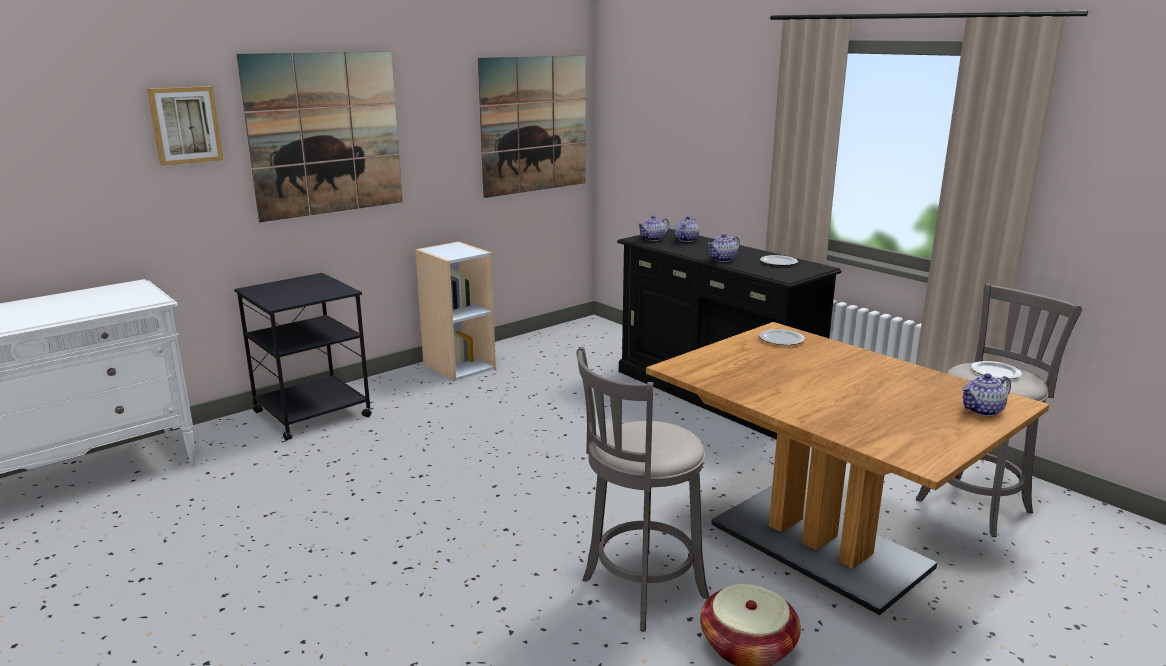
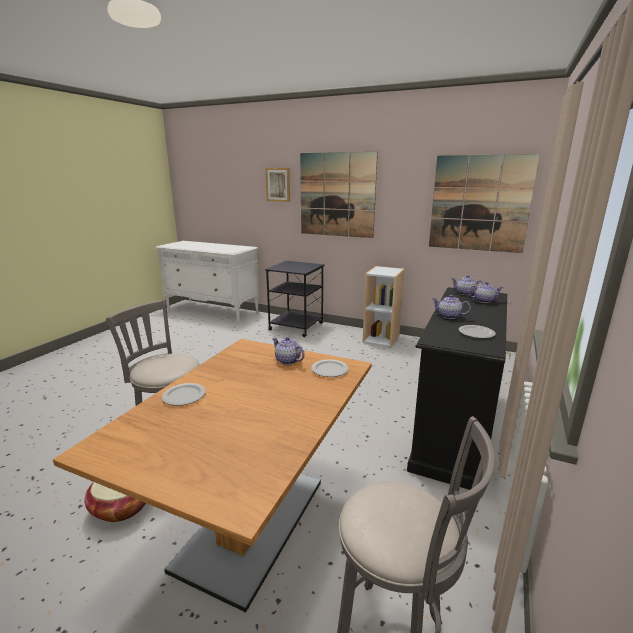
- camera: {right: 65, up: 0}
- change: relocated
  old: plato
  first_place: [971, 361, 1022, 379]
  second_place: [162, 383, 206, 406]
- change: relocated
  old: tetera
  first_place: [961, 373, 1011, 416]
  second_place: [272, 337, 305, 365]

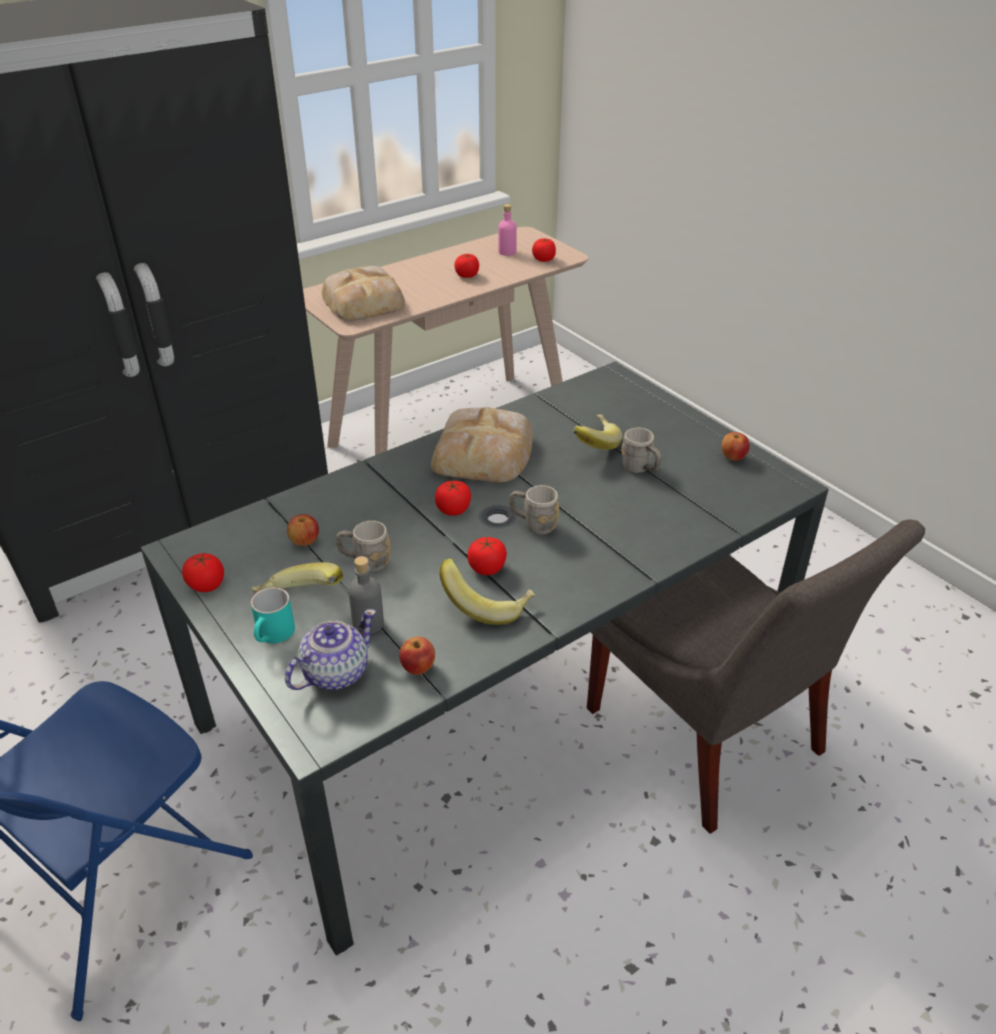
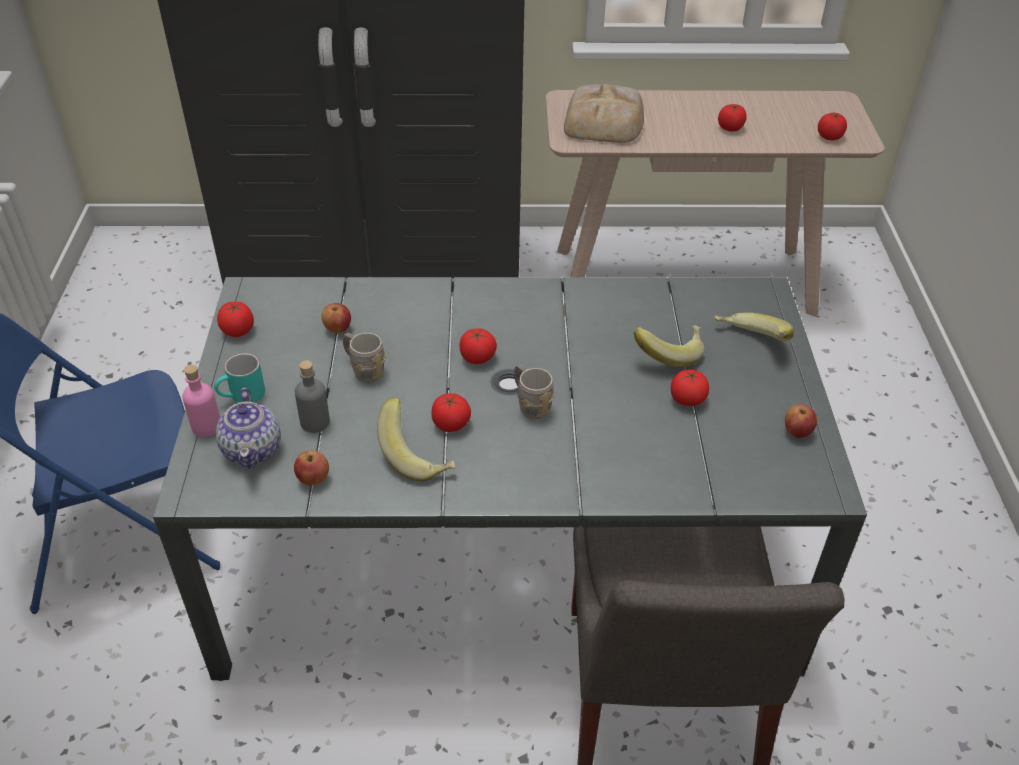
- camera: {right: 35, up: 5}
- change: relocated
  old: botella [rosa]
  first_place: [498, 204, 517, 256]
  second_place: [182, 365, 220, 437]
- change: missing
  old: pan
  first_place: [431, 407, 533, 482]
- change: exchanged
  old: taza grande [gris]
  new: tomate
  first_place: [622, 428, 661, 473]
  second_place: [671, 369, 709, 406]
- change: relocated
  old: plátano
  first_place: [252, 562, 343, 592]
  second_place: [714, 312, 794, 341]
- change: spun
  old: tetera
  first_place: [285, 609, 376, 690]
  second_place: [216, 387, 281, 469]
  degrees: 90

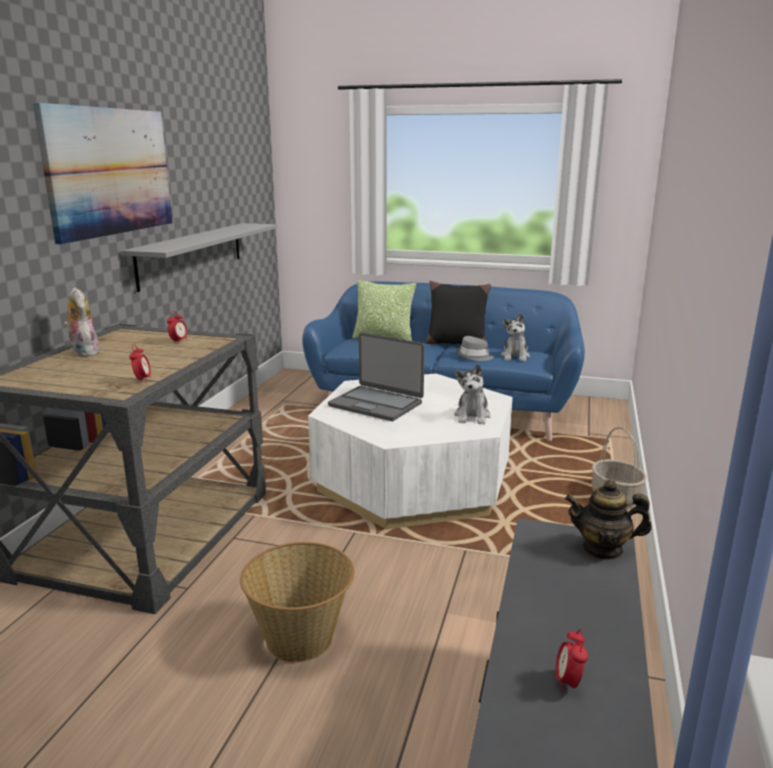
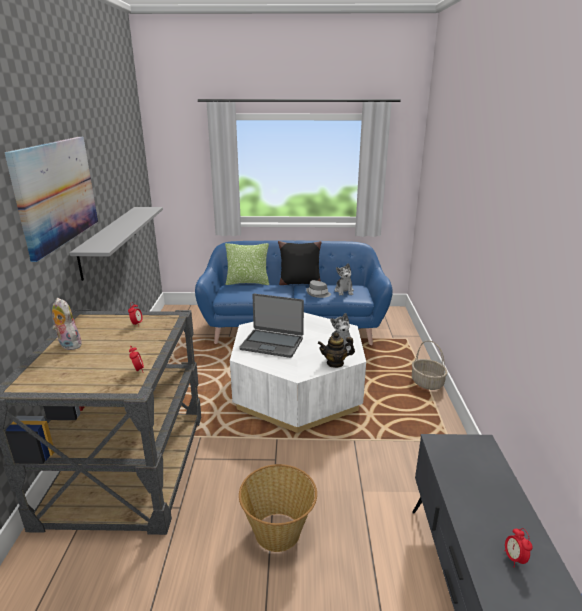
- camera: {right: -15, up: 5}
- change: relocated
  old: tetera
  first_place: [565, 480, 652, 560]
  second_place: [318, 333, 355, 368]

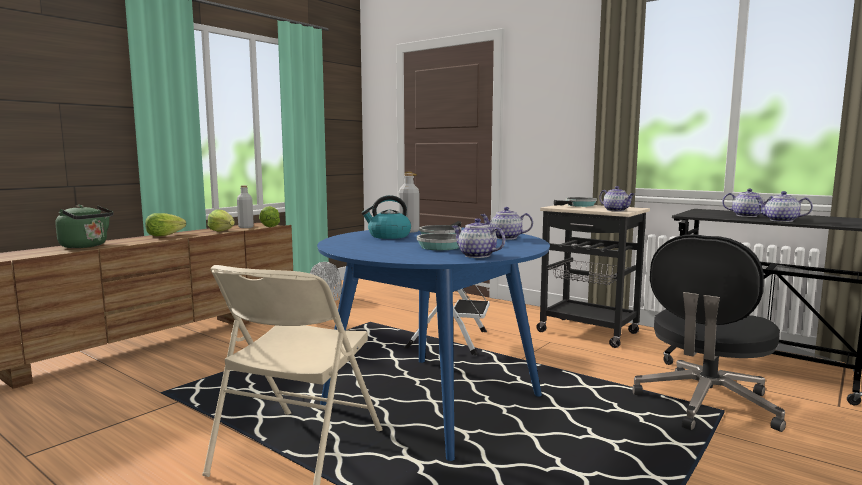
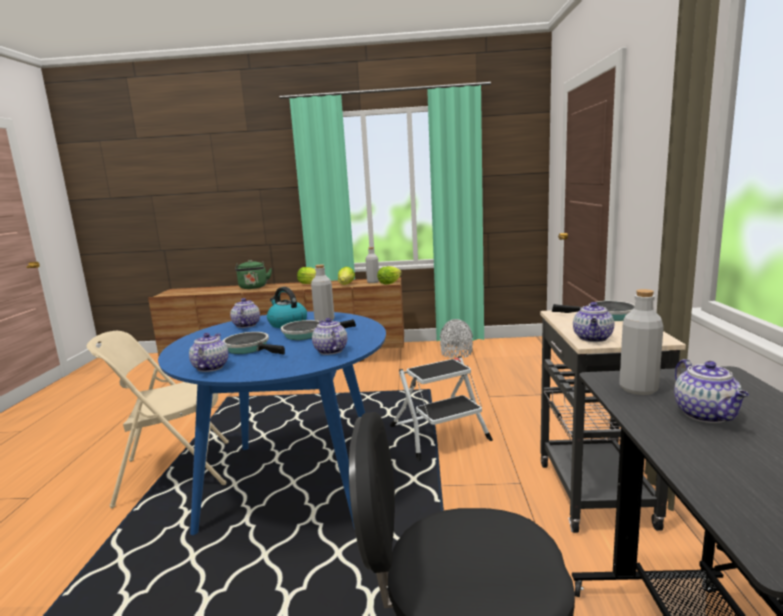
- camera: {right: 55, up: 5}
- change: relocated
  old: tetera
  first_place: [755, 191, 813, 222]
  second_place: [230, 298, 260, 328]
- change: appeared
  new: botella [gris]
  second_place: [619, 289, 664, 395]

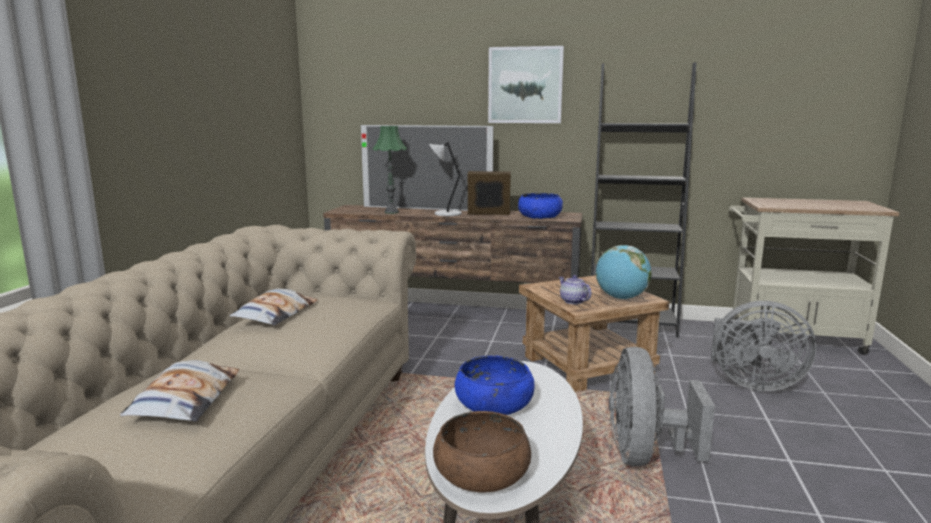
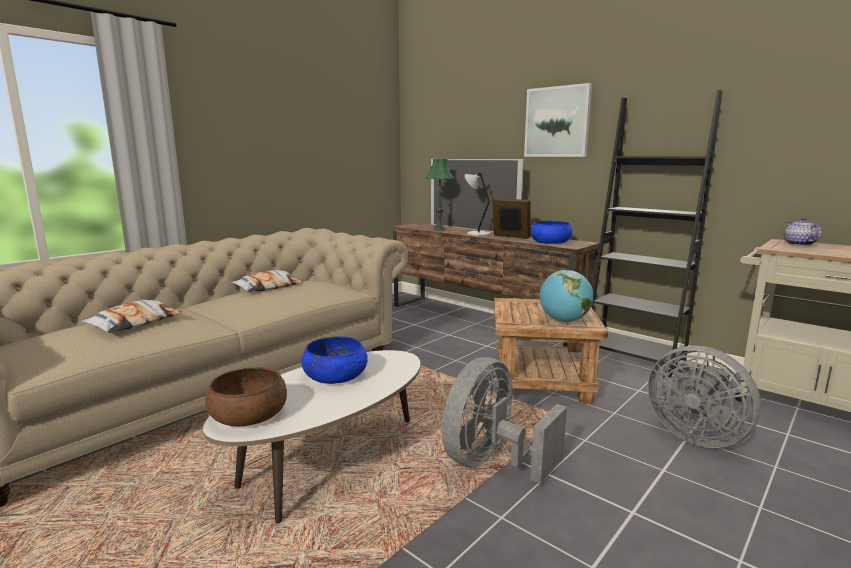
- camera: {right: 30, up: 0}
- change: relocated
  old: tetera
  first_place: [559, 275, 591, 304]
  second_place: [785, 218, 821, 246]

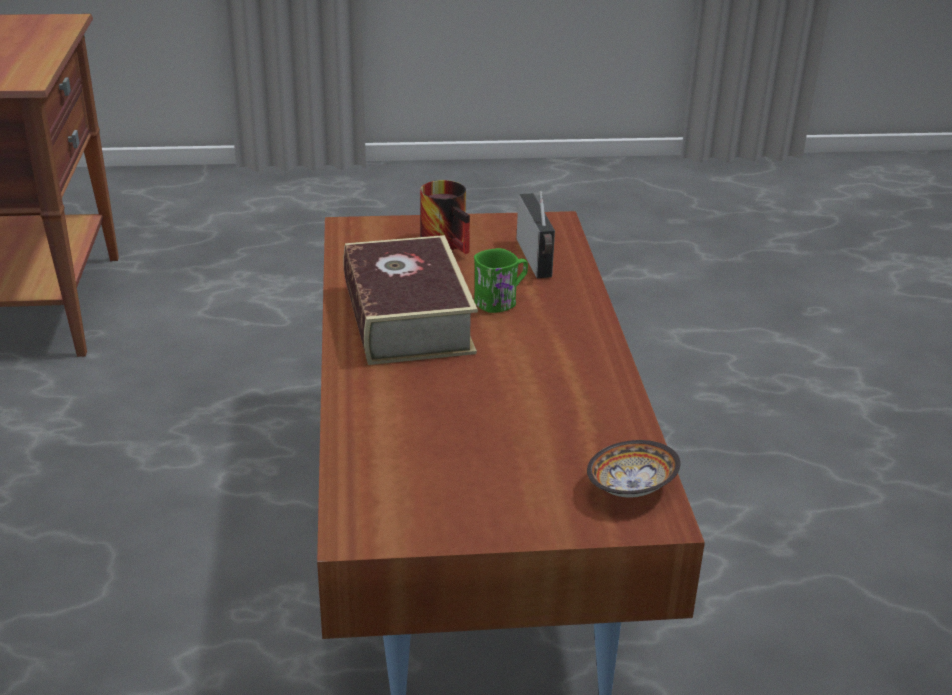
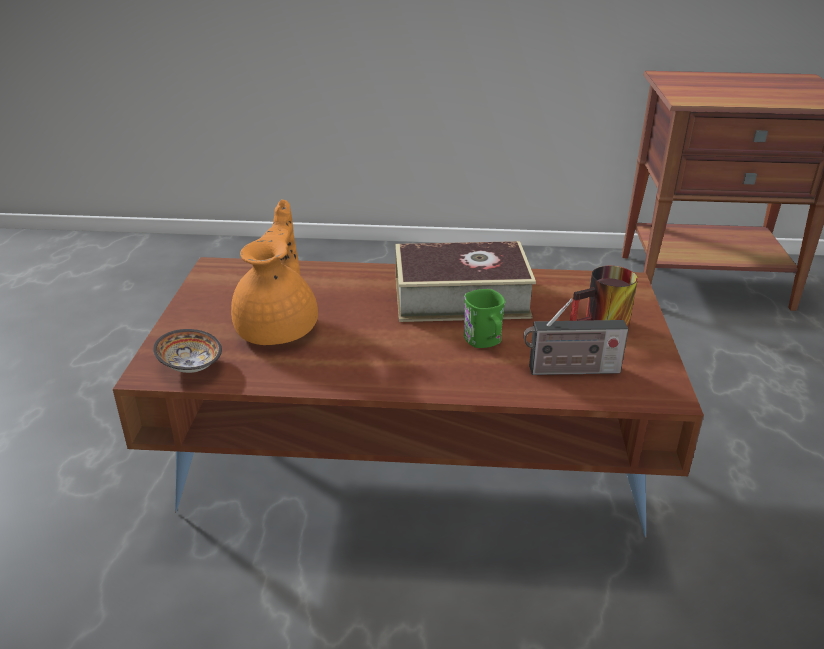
- camera: {right: 100, up: 0}
- change: appeared
  new: tetera [naranja]
  second_place: [231, 200, 318, 345]

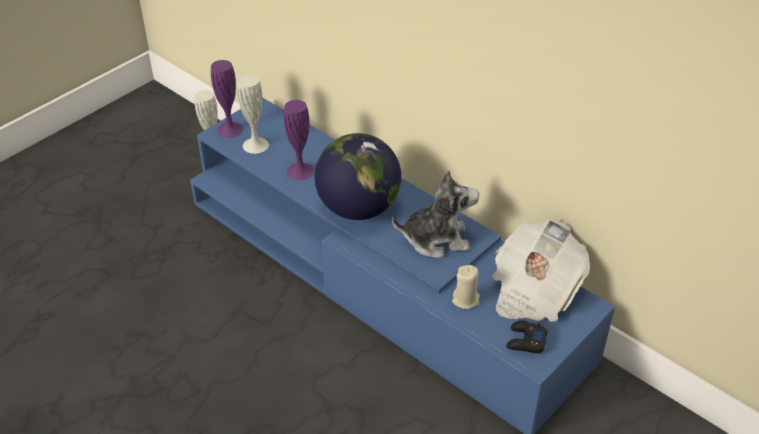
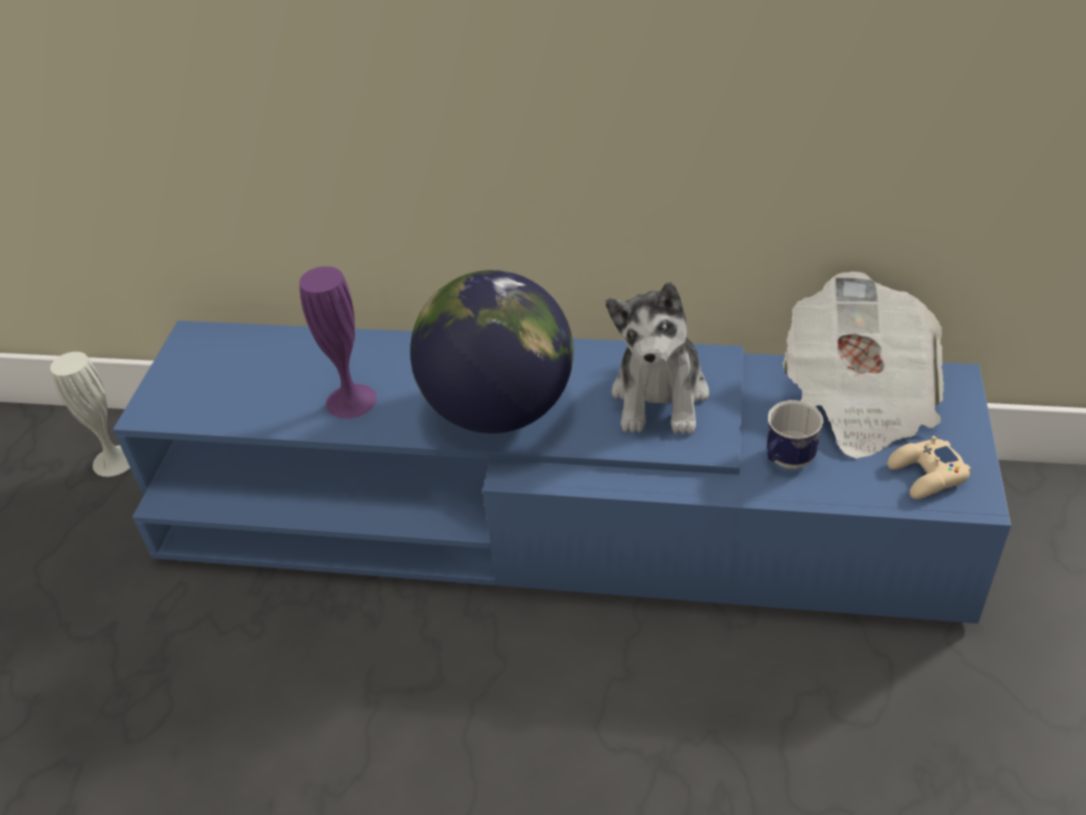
- camera: {right: -30, up: 0}
- change: missing
  old: florero [morado]
  first_place: [211, 60, 243, 138]
- change: missing
  old: florero [blanco]
  first_place: [237, 75, 269, 154]
- change: spun
  old: peluche
  first_place: [392, 170, 479, 258]
  second_place: [606, 282, 709, 434]
  degrees: 135
- change: exchanged
  old: vela [beis]
  new: taza grande
  first_place: [452, 265, 480, 309]
  second_place: [767, 400, 823, 469]
- change: colour
  old: mando de consola [negro]
  new: mando de consola [beis]
  first_place: [506, 321, 548, 353]
  second_place: [887, 436, 971, 499]

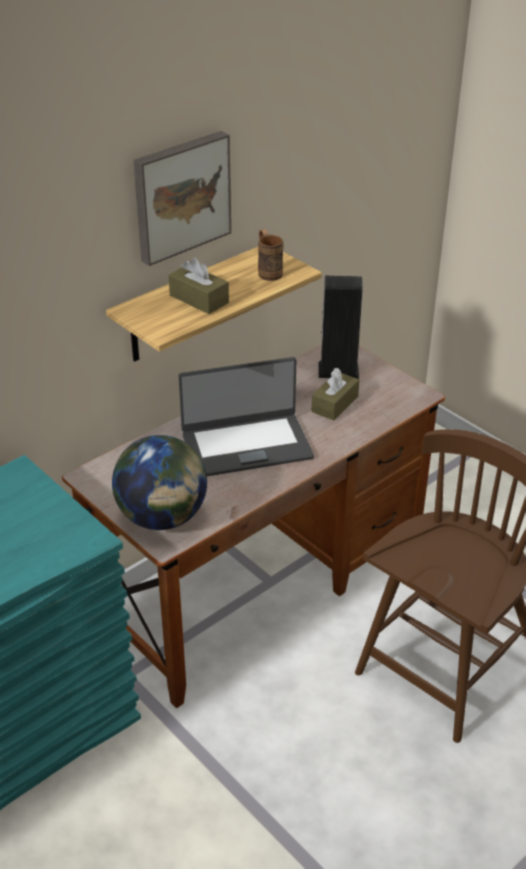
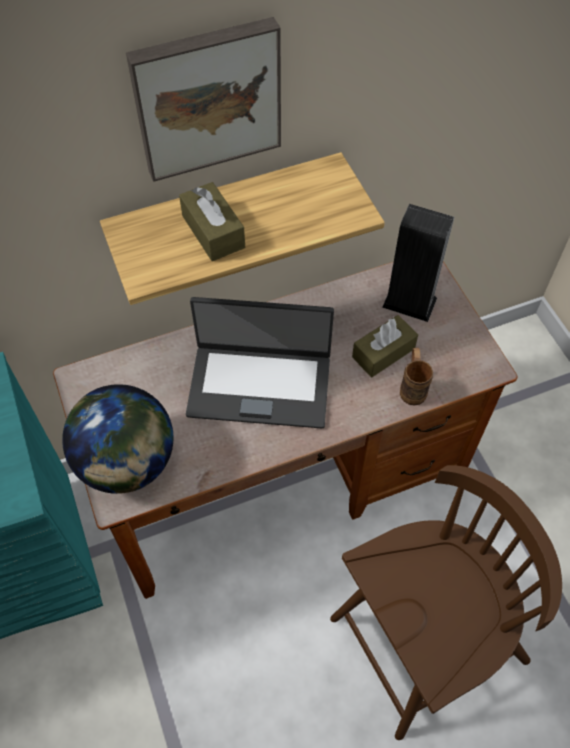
- camera: {right: 20, up: 20}
- change: relocated
  old: taza grande [marrón]
  first_place: [258, 229, 283, 281]
  second_place: [400, 348, 433, 406]

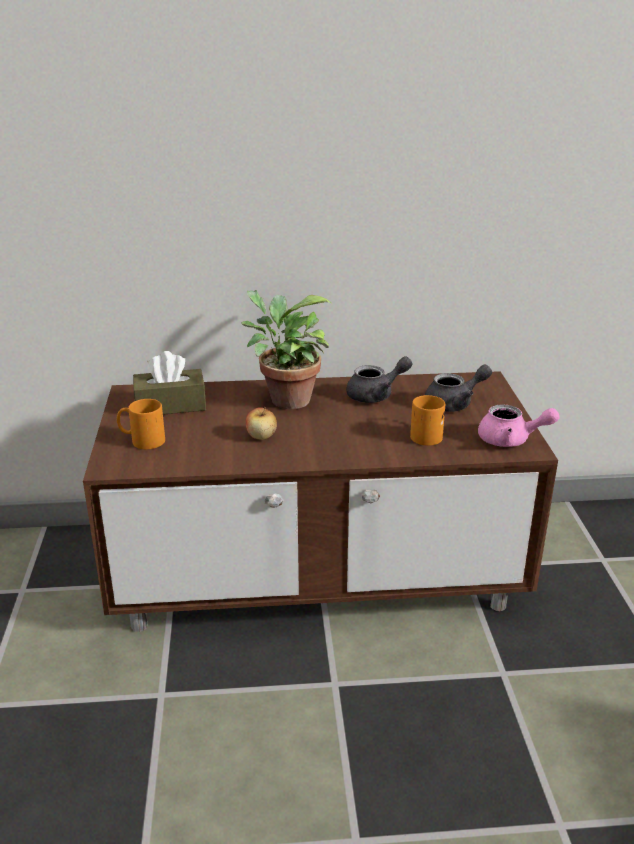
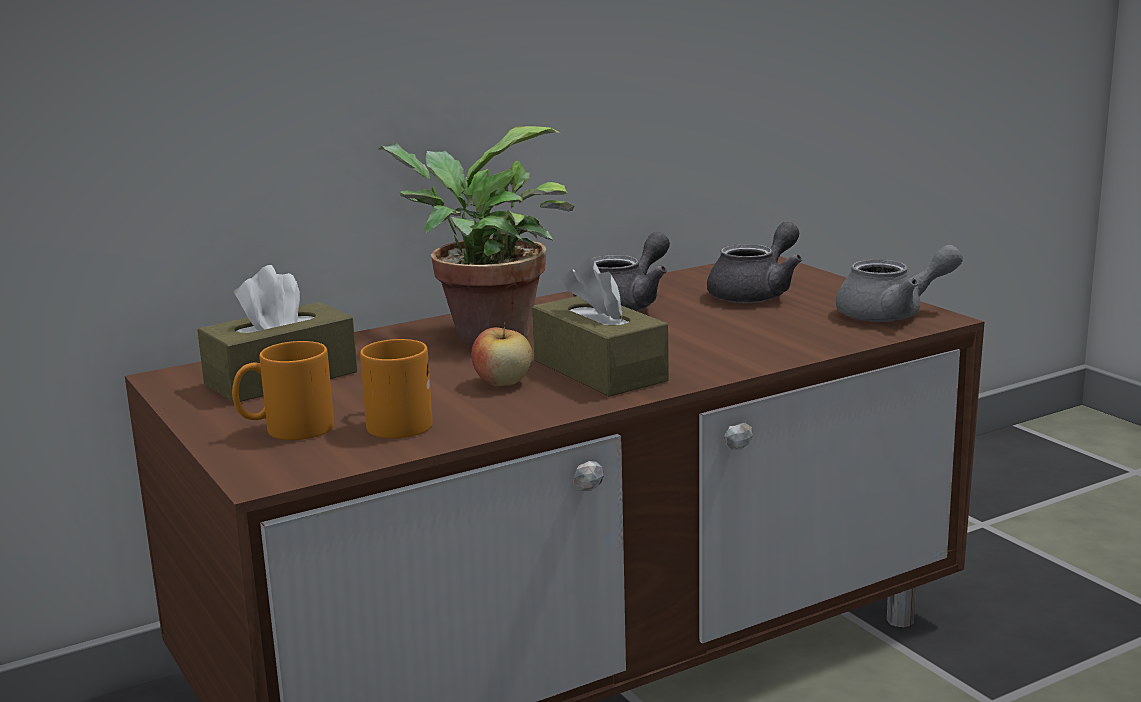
- camera: {right: -25, up: -10}
- change: relocated
  old: taza grande [naranja]
  first_place: [410, 395, 445, 446]
  second_place: [360, 339, 433, 438]
- change: colour
  old: tetera [rosa]
  new: tetera [gris]
  first_place: [478, 404, 560, 447]
  second_place: [836, 245, 963, 322]
- change: appeared
  new: caja de pañuelos [marrón]
  second_place: [532, 259, 669, 397]

